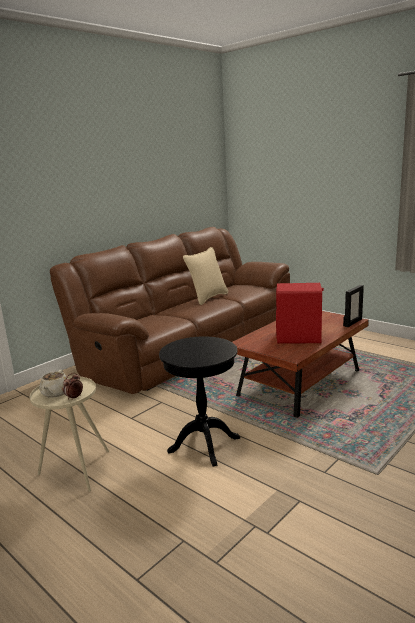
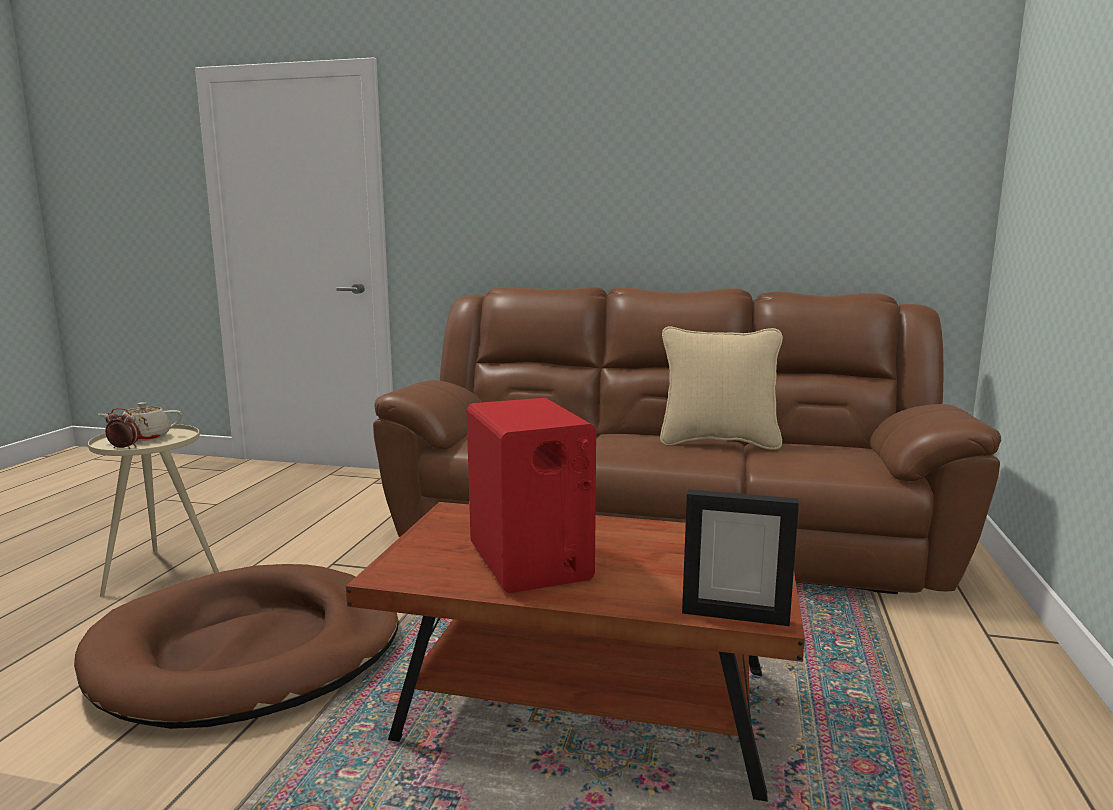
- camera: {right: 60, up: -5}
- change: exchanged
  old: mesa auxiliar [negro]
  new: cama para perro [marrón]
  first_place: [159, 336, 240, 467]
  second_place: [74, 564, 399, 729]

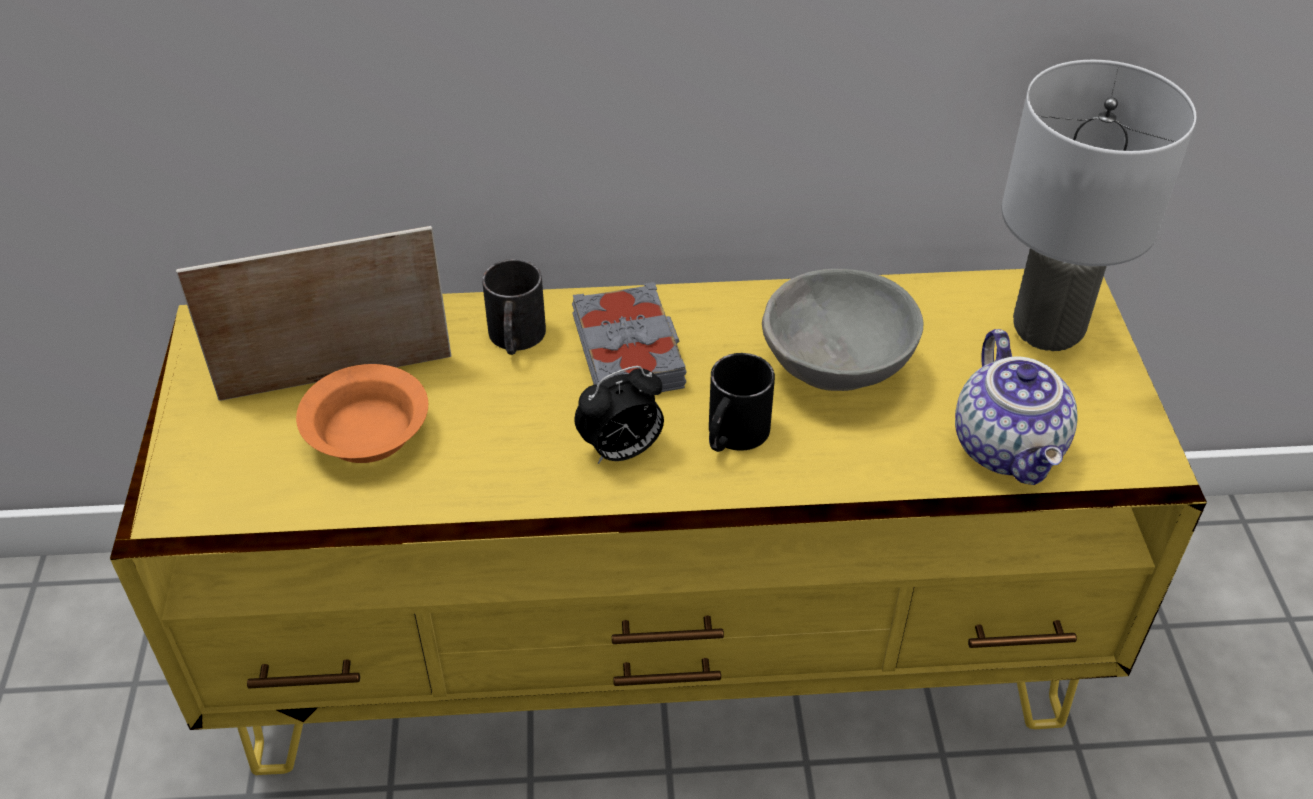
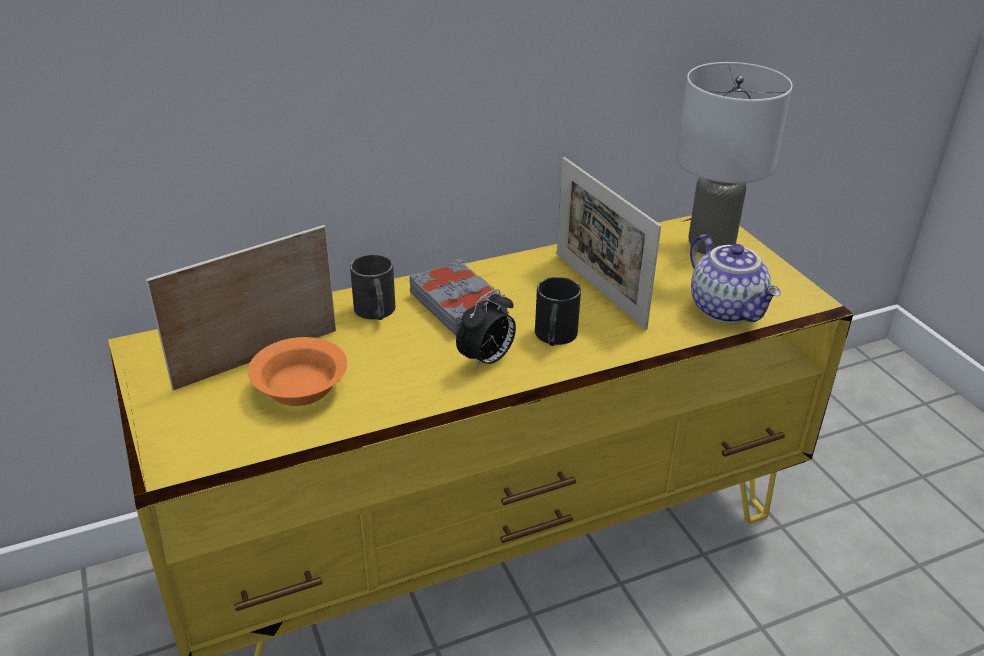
- camera: {right: -20, up: -10}
- change: exchanged
  old: cuenco [gris]
  new: portarretratos
  first_place: [762, 269, 924, 391]
  second_place: [557, 157, 661, 330]

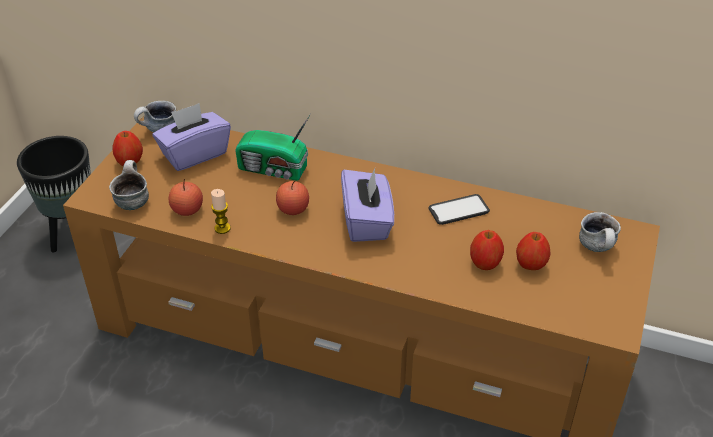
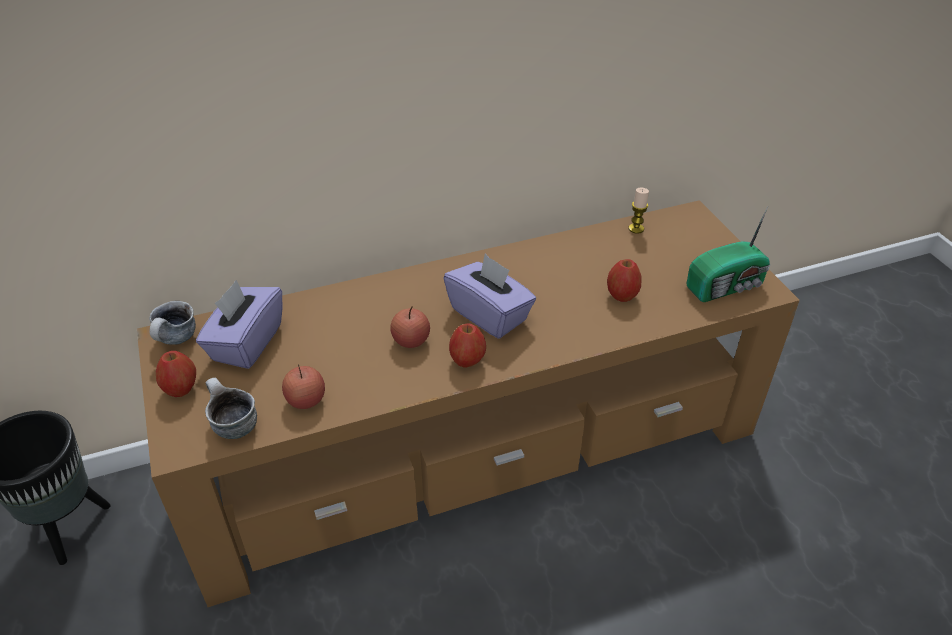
- camera: {right: -40, up: 0}
- change: relocated
  old: radio
  first_place: [235, 113, 311, 181]
  second_place: [686, 206, 770, 302]
- change: relocated
  old: vela
  first_place: [211, 189, 231, 234]
  second_place: [628, 188, 649, 234]
- change: missing
  old: móvil
  first_place: [428, 194, 490, 225]
- change: missing
  old: taza grande
  first_place: [579, 212, 621, 252]
- change: relocated
  old: manzana
  first_place: [516, 232, 550, 270]
  second_place: [449, 323, 486, 367]

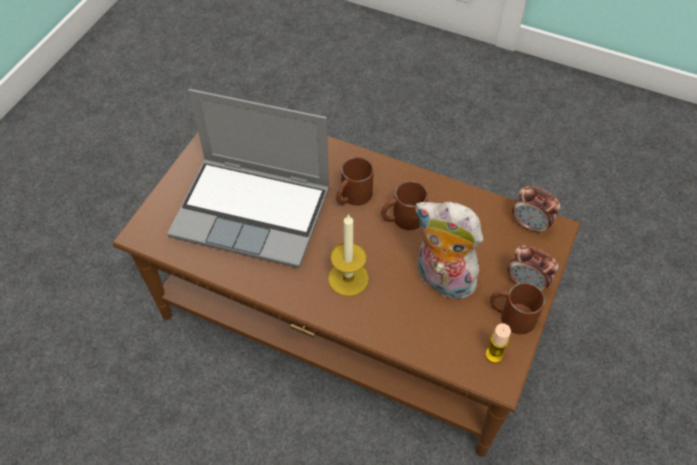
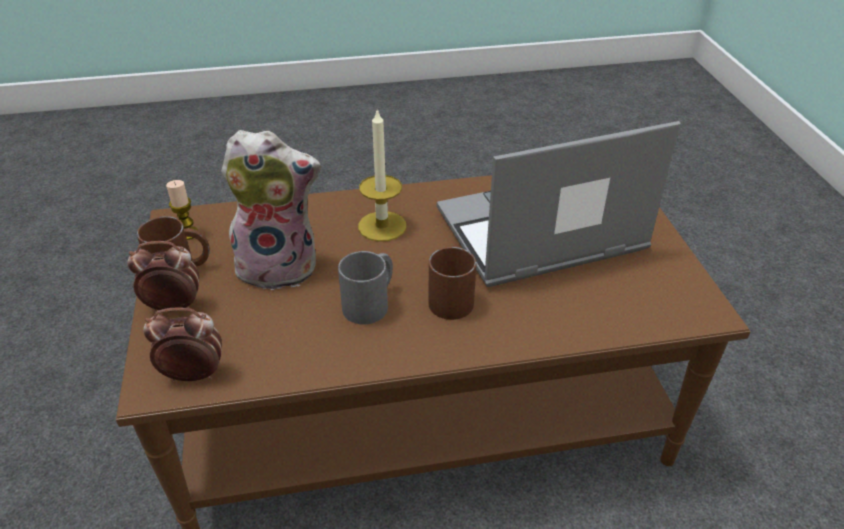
- camera: {right: 145, up: -15}
- change: colour
  old: taza grande [marrón]
  new: taza grande [gris]
  first_place: [381, 181, 428, 230]
  second_place: [338, 251, 393, 324]

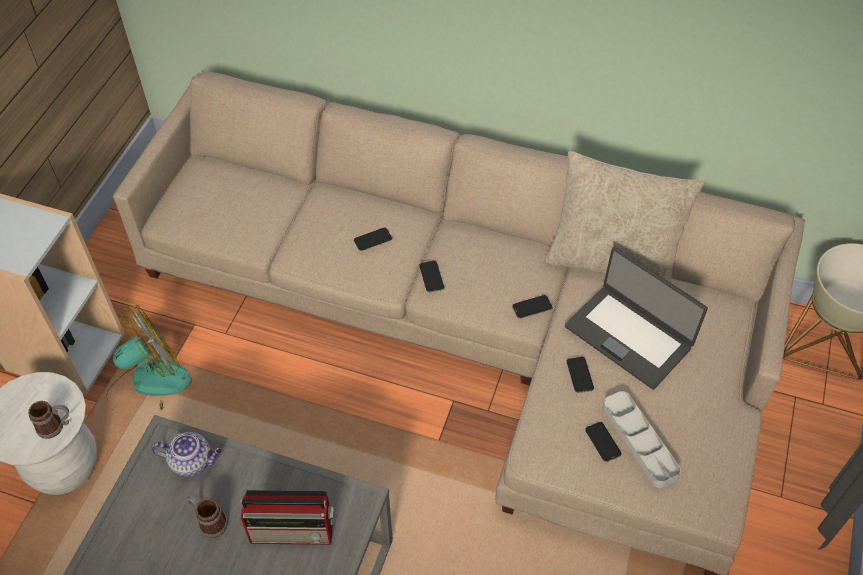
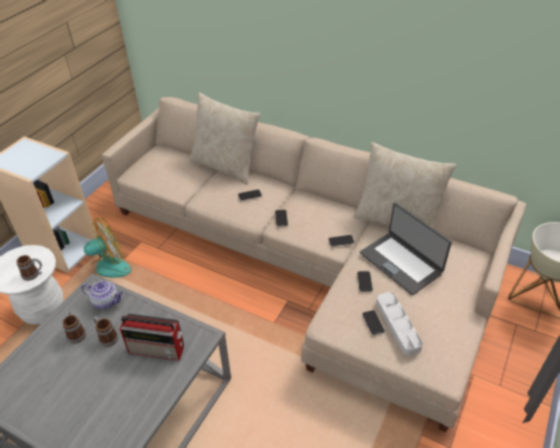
- camera: {right: 10, up: -10}
- change: appeared
  new: cojín [beis]
  second_place: [189, 93, 261, 185]
- change: appeared
  new: taza grande
  second_place: [62, 310, 86, 343]

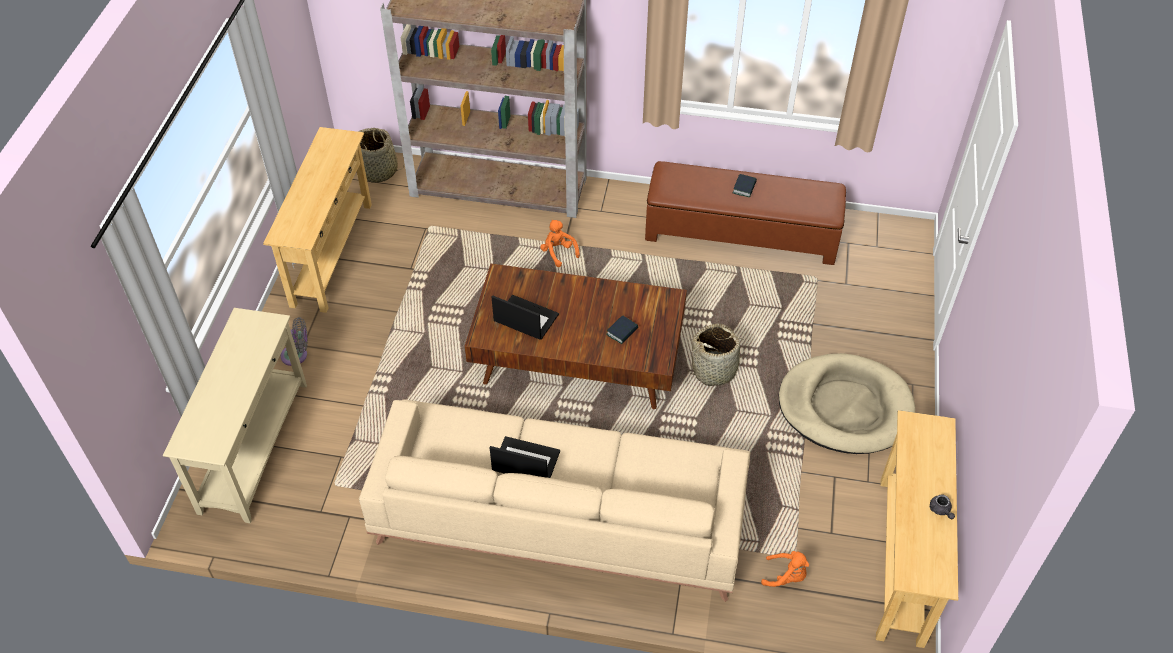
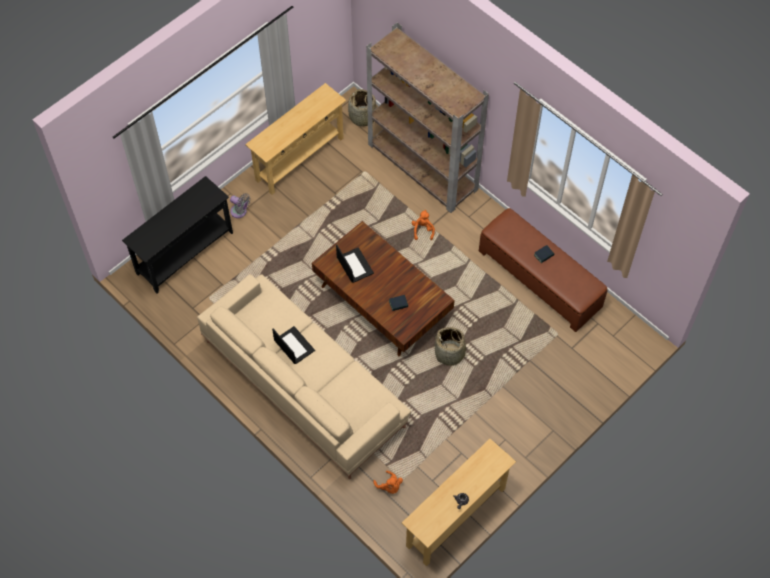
- camera: {right: 35, up: 10}
- change: colour
  old: mesa consola [beis]
  new: mesa consola [negro]
  first_place: [163, 308, 307, 523]
  second_place: [122, 176, 233, 294]
- change: missing
  old: cama para perro [beis]
  first_place: [779, 353, 915, 454]

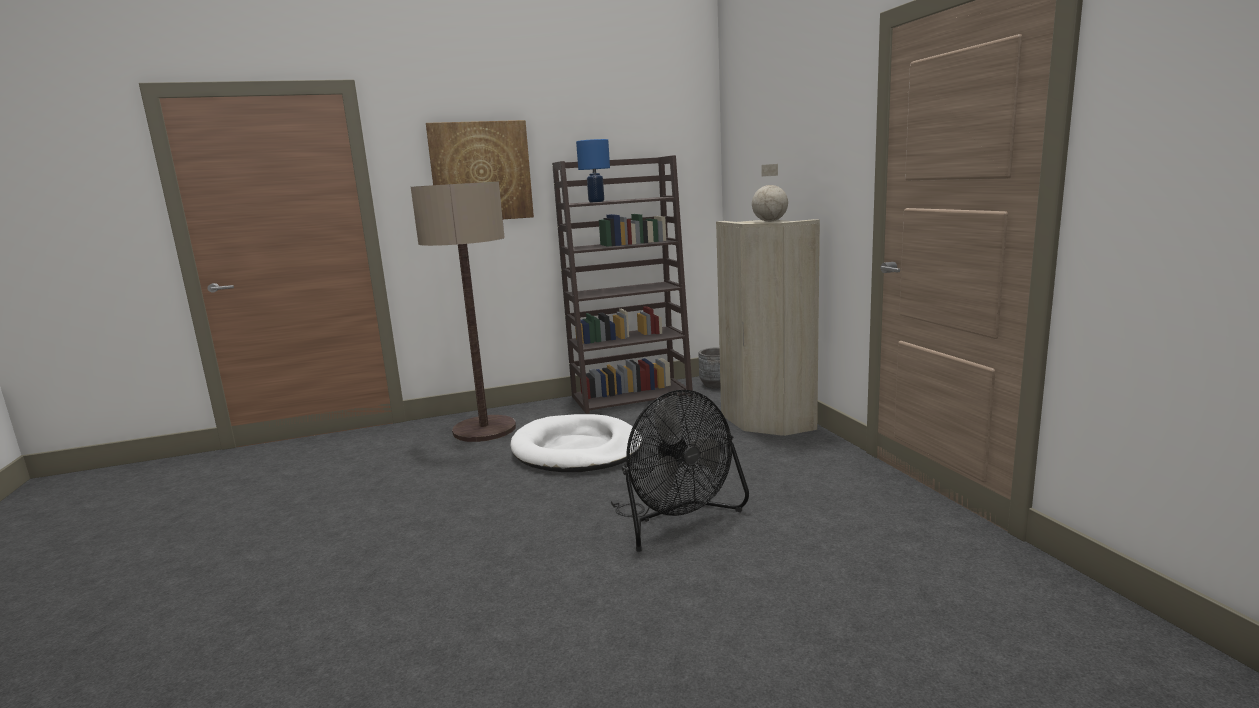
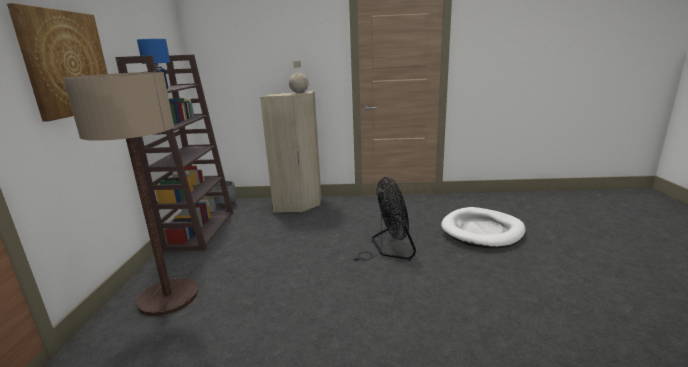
- camera: {right: -70, up: 5}
- change: relocated
  old: cama para perro [blanco]
  first_place: [510, 414, 642, 472]
  second_place: [441, 207, 525, 248]

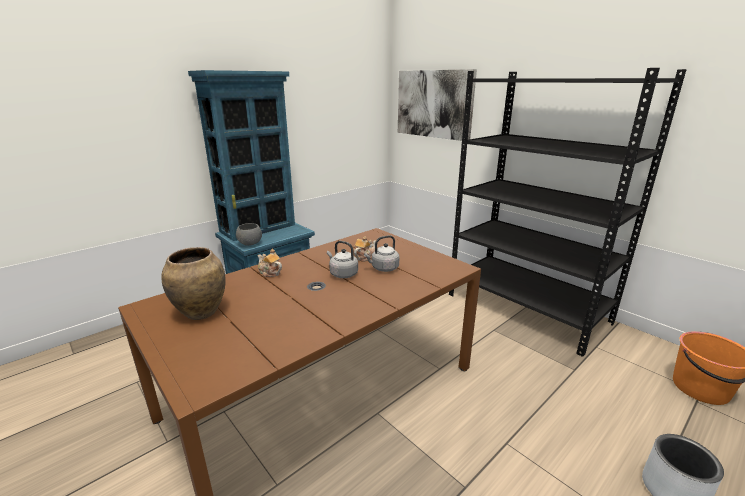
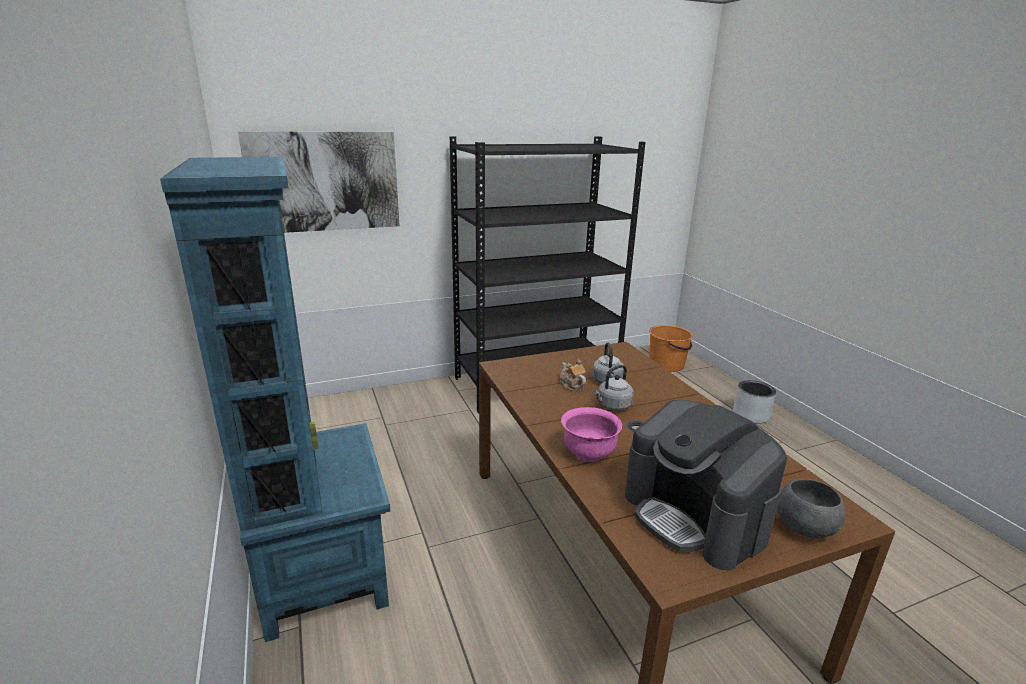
- camera: {right: -70, up: 0}
- change: relocated
  old: cuenco [gris]
  first_place: [236, 223, 262, 246]
  second_place: [777, 479, 846, 538]
- change: exchanged
  old: florero [marrón]
  new: cafetera
  first_place: [161, 247, 226, 320]
  second_place: [625, 400, 787, 570]
- change: exchanged
  old: tetera
  new: cuenco [rosa]
  first_place: [258, 249, 282, 277]
  second_place: [561, 407, 622, 462]

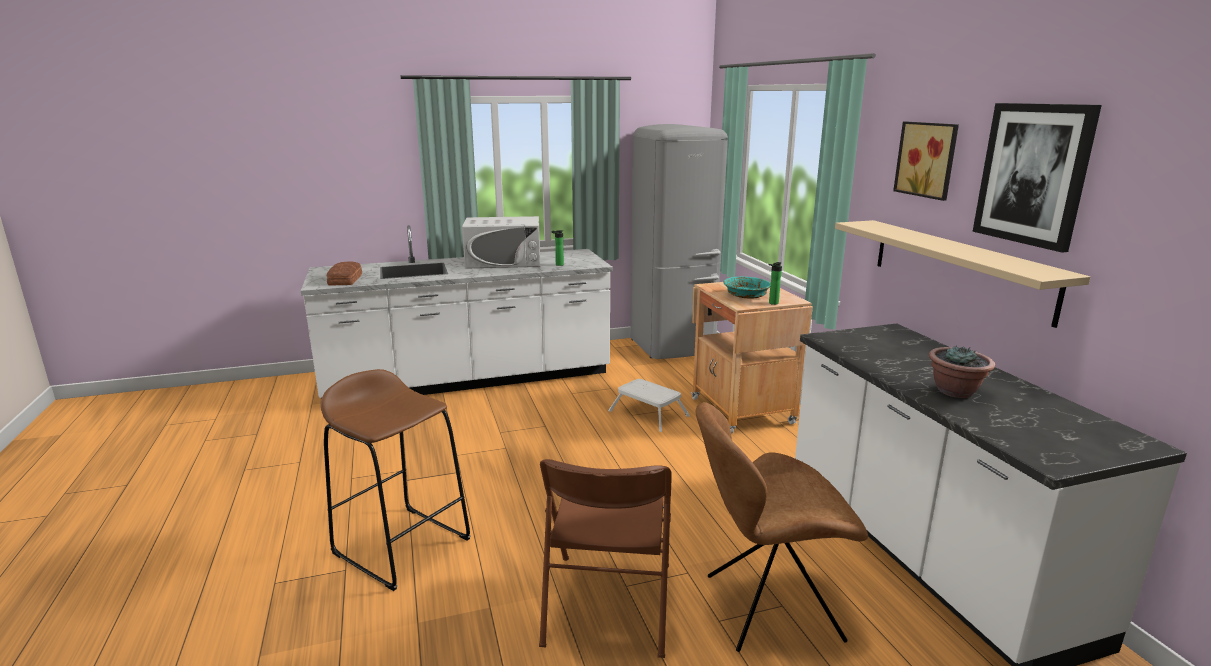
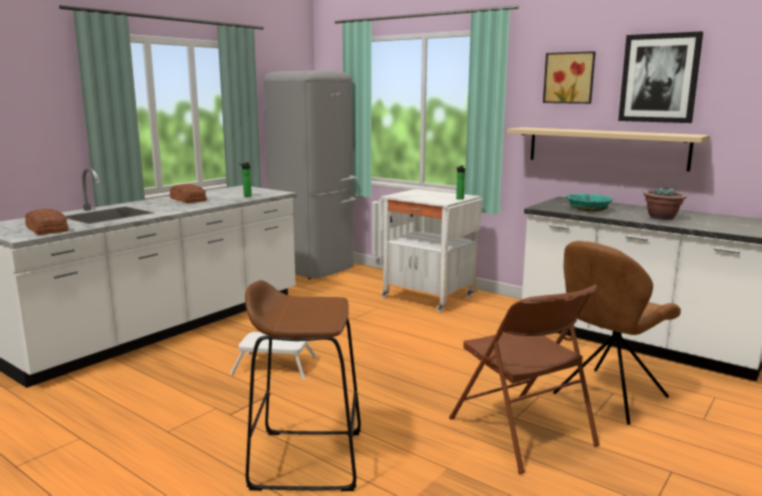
- camera: {right: -35, up: -5}
- change: exchanged
  old: microondas [blanco]
  new: pan
  first_place: [462, 216, 540, 269]
  second_place: [170, 184, 207, 203]
- change: relocated
  old: cuenco [turquesa]
  first_place: [724, 277, 771, 298]
  second_place: [566, 194, 613, 211]
- change: colour
  old: carrito [marrón]
  new: carrito [blanco]
  first_place: [691, 282, 813, 434]
  second_place: [379, 189, 483, 312]
- change: relocated
  old: escalera de tijera [blanco]
  first_place: [609, 379, 690, 432]
  second_place: [230, 332, 317, 380]

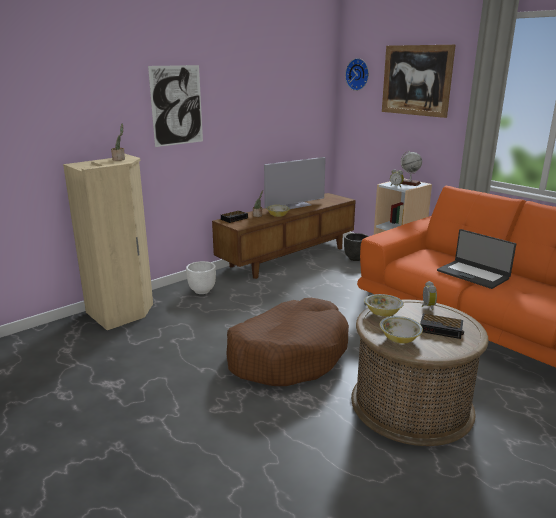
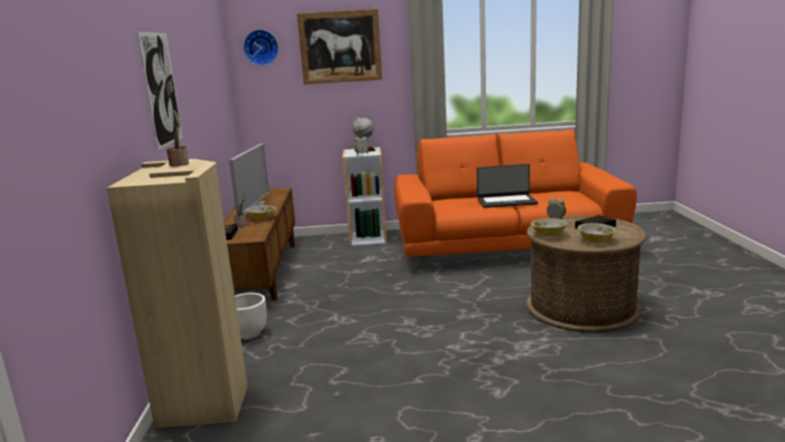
- camera: {right: -50, up: -5}
- change: missing
  old: maceta [negro]
  first_place: [344, 233, 369, 261]
- change: missing
  old: cama para perro [marrón]
  first_place: [226, 298, 349, 386]

